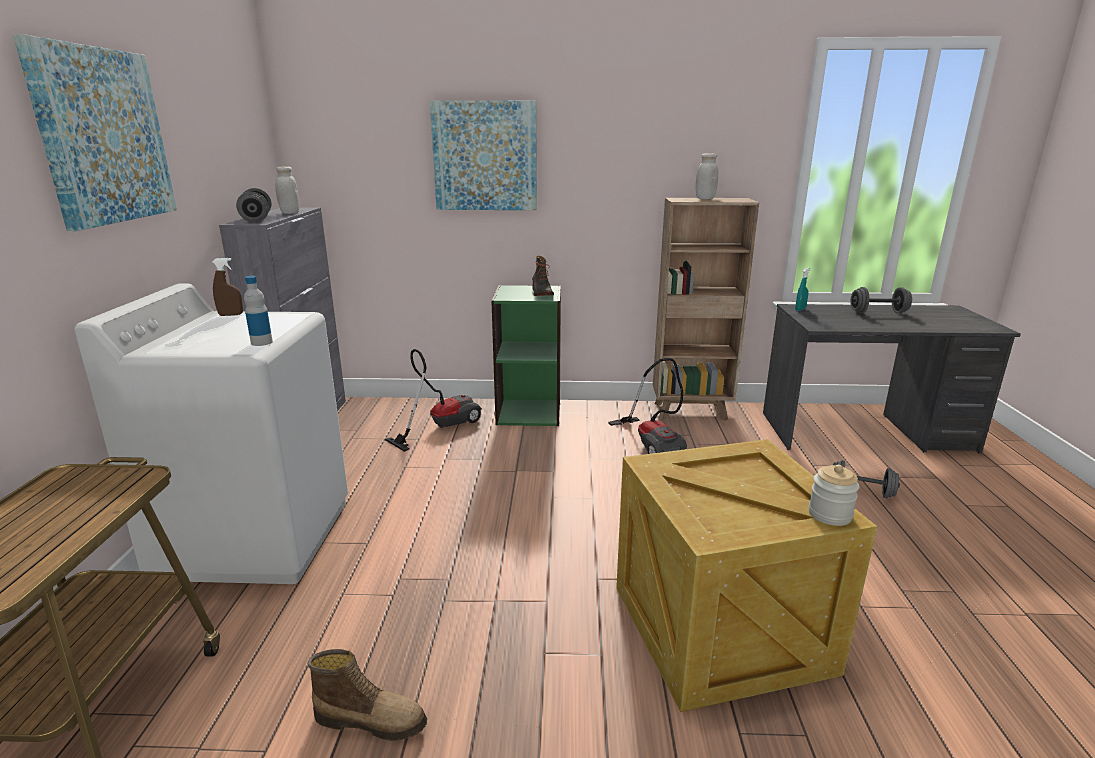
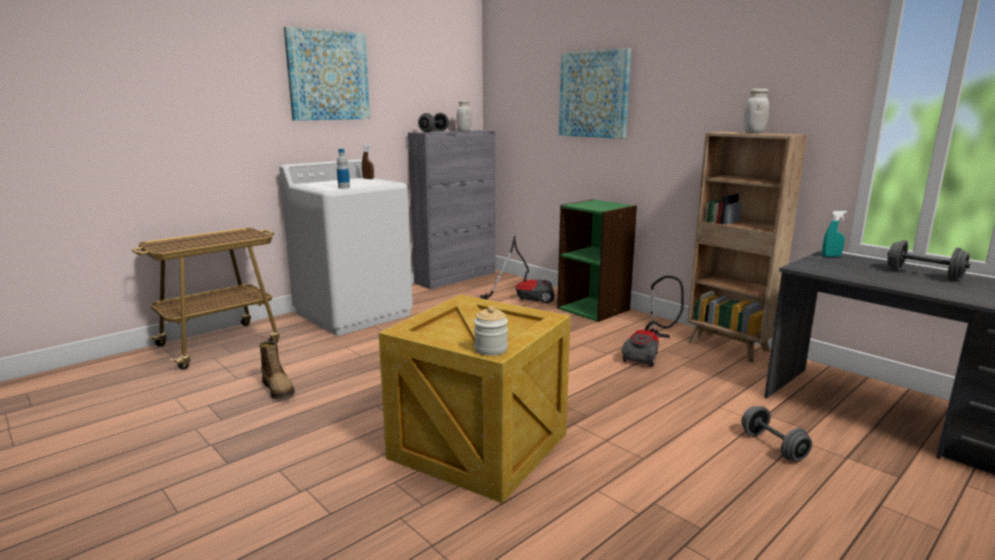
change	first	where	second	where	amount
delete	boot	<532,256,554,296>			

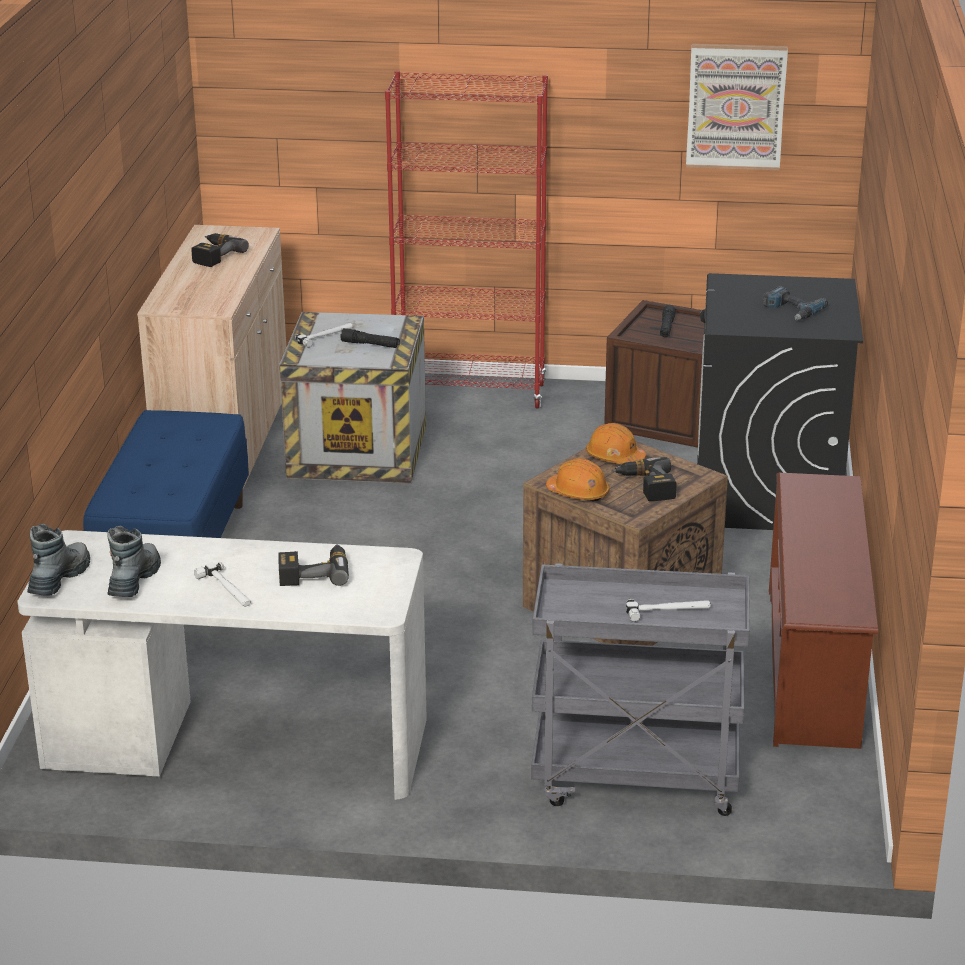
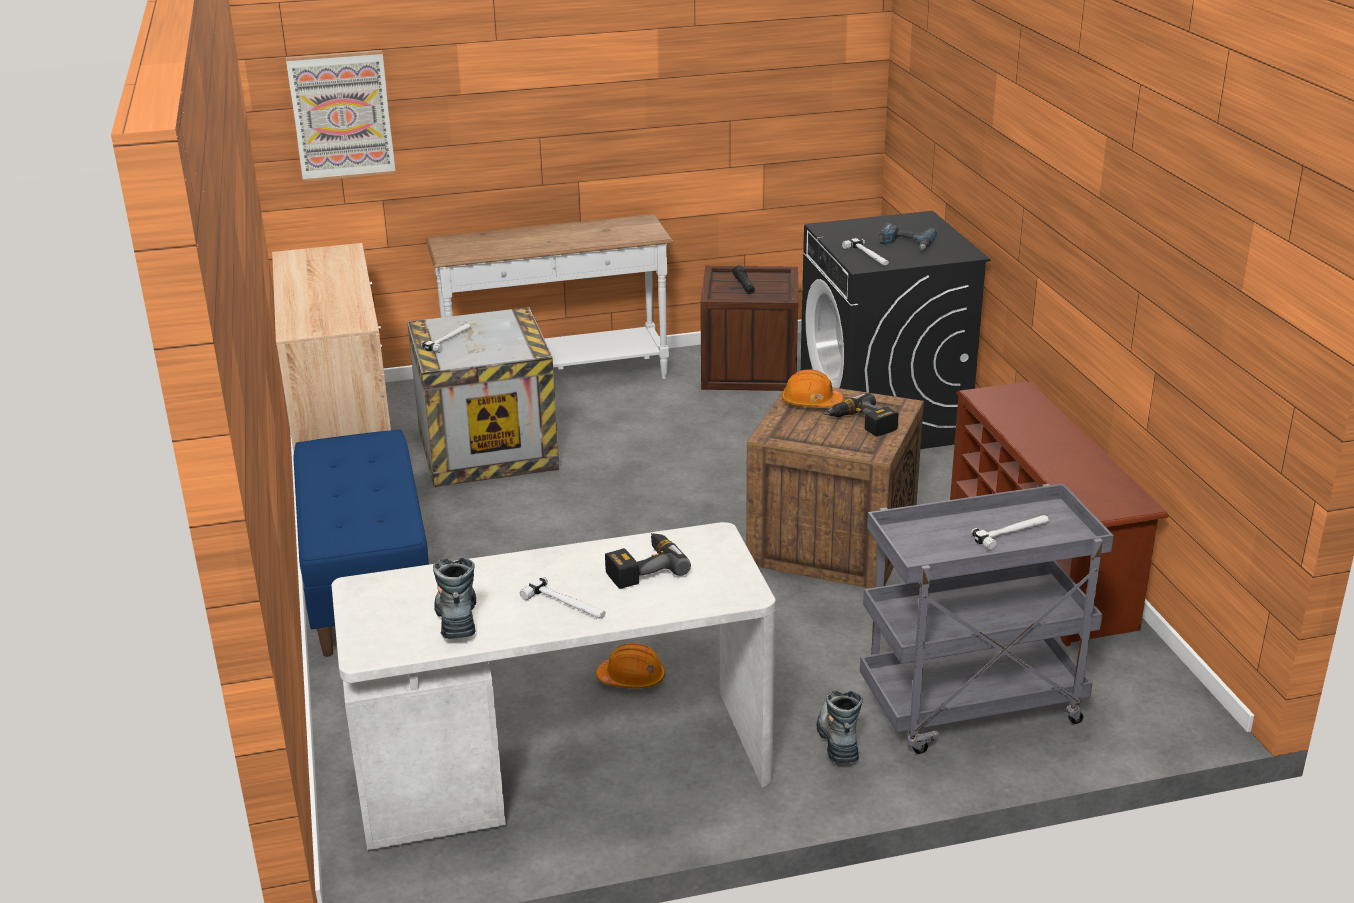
change	first	where	second	where	amount
delete	power drill	<191,233,249,267>			
delete	flashlight in black	<340,328,400,348>			
insert			hammer	<842,238,889,266>	
move	boot	<27,524,90,596>		<817,690,863,763>	
move	hard hat in orange	<546,458,610,502>		<596,643,665,688>	
move	picture	<686,44,788,170>		<286,50,395,182>	
replace	bookcase in red	<385,71,548,409>	console table in white	<426,214,674,379>	

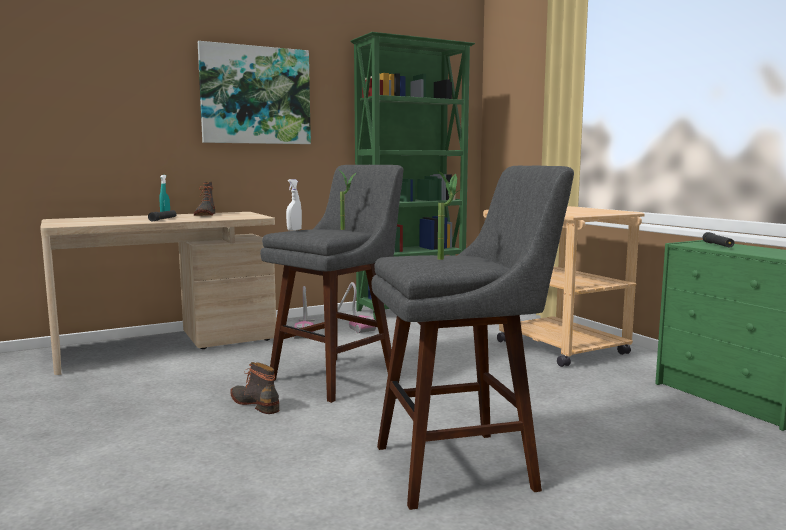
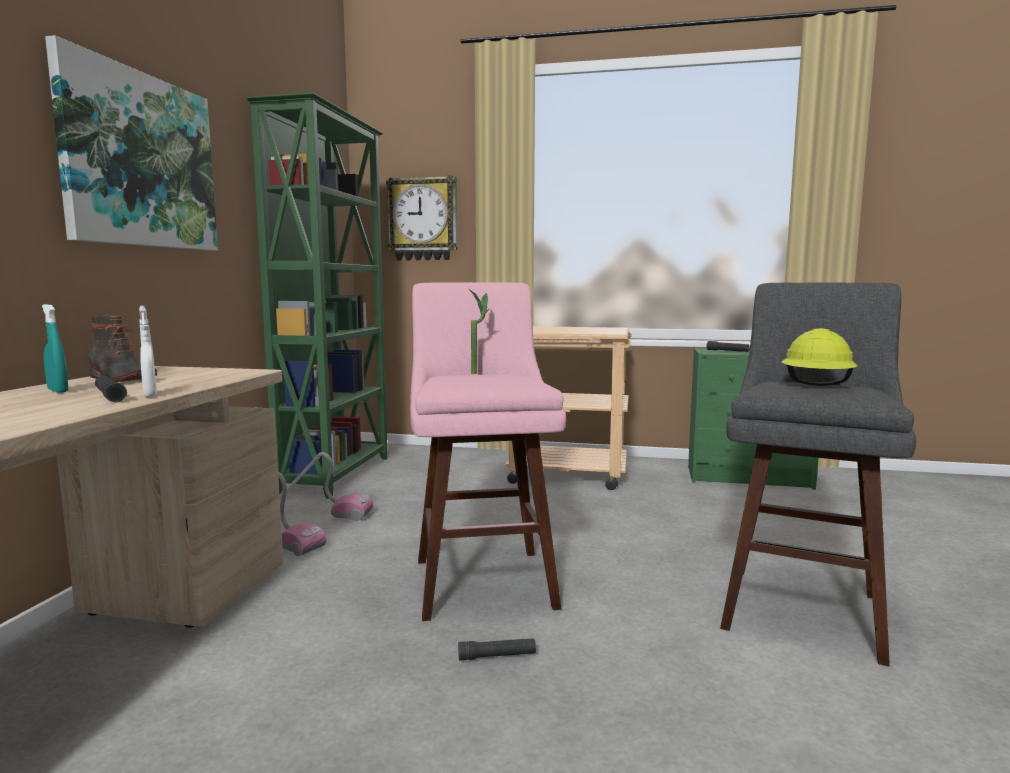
change	first	where	second	where	amount
insert			wall clock	<386,176,458,260>	
move	spray bottle in white	<286,179,302,231>		<139,306,157,397>	
replace	boot	<230,362,279,414>	flashlight in black	<458,638,536,661>	
replace	potted plant	<436,169,462,260>	hard hat in yellow	<781,328,858,386>	
recolor	stool in grey	<260,165,403,403>	stool in pink	<410,282,566,621>	

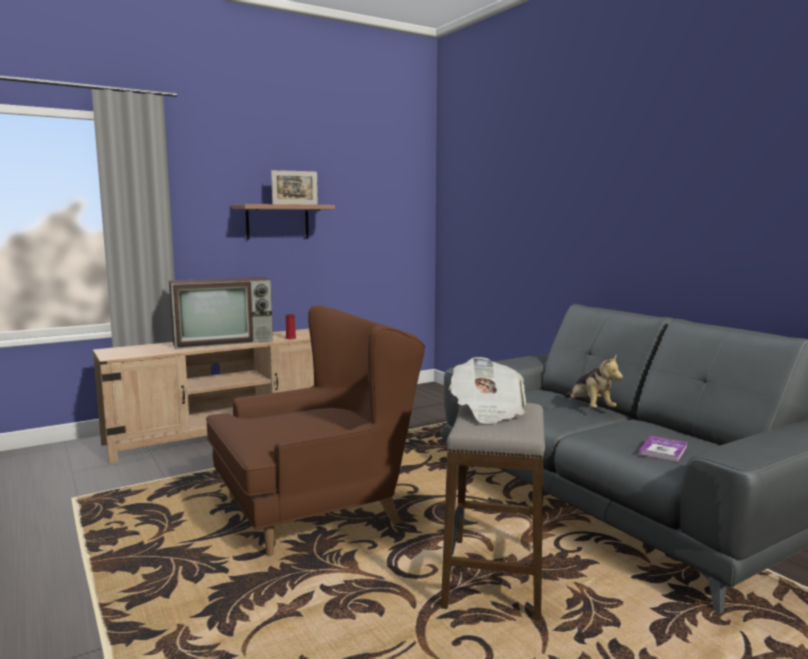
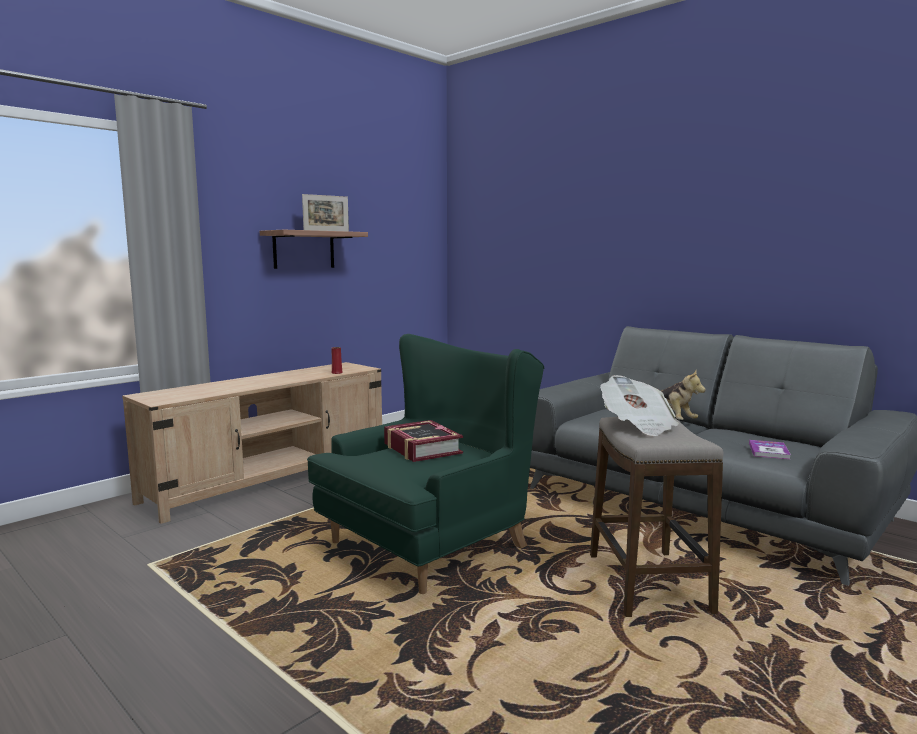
change	first	where	second	where	amount
delete	television	<169,277,273,349>			
insert			book	<384,420,463,462>	
recolor	armchair in brown	<206,305,425,556>	armchair in green	<307,334,544,594>	

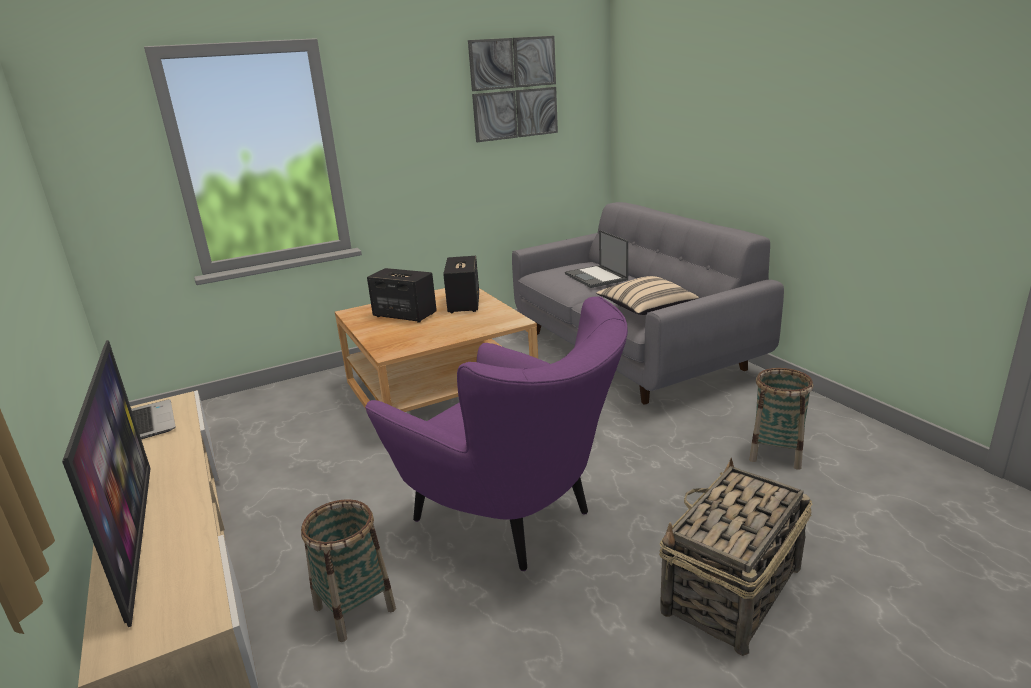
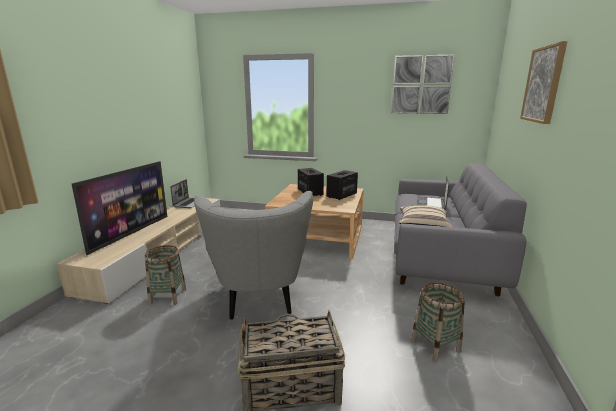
change	first	where	second	where	amount
insert			picture	<520,41,567,124>	
recolor	armchair in purple	<365,297,628,571>	armchair in grey	<194,191,313,320>	

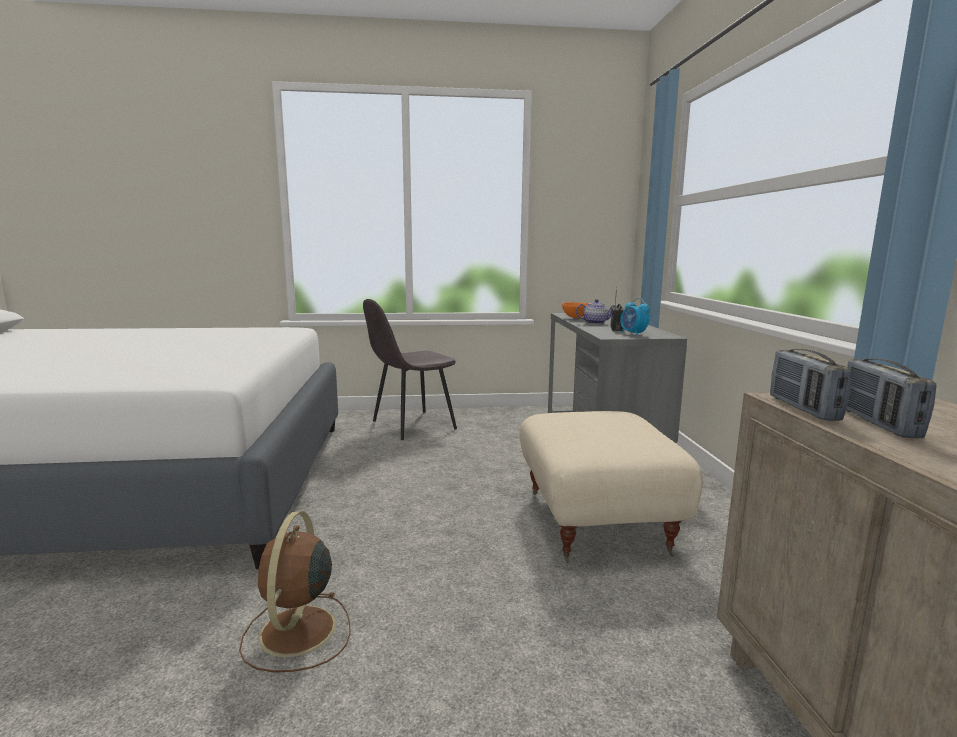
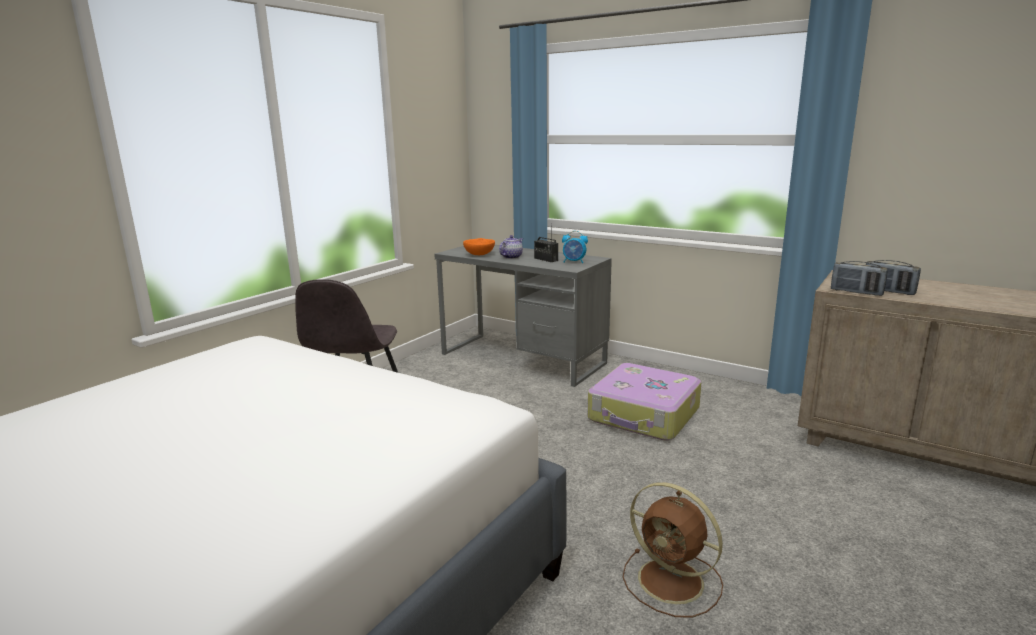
change	first	where	second	where	amount
replace	ottoman in beige	<519,411,703,563>	suitcase	<588,363,701,440>	

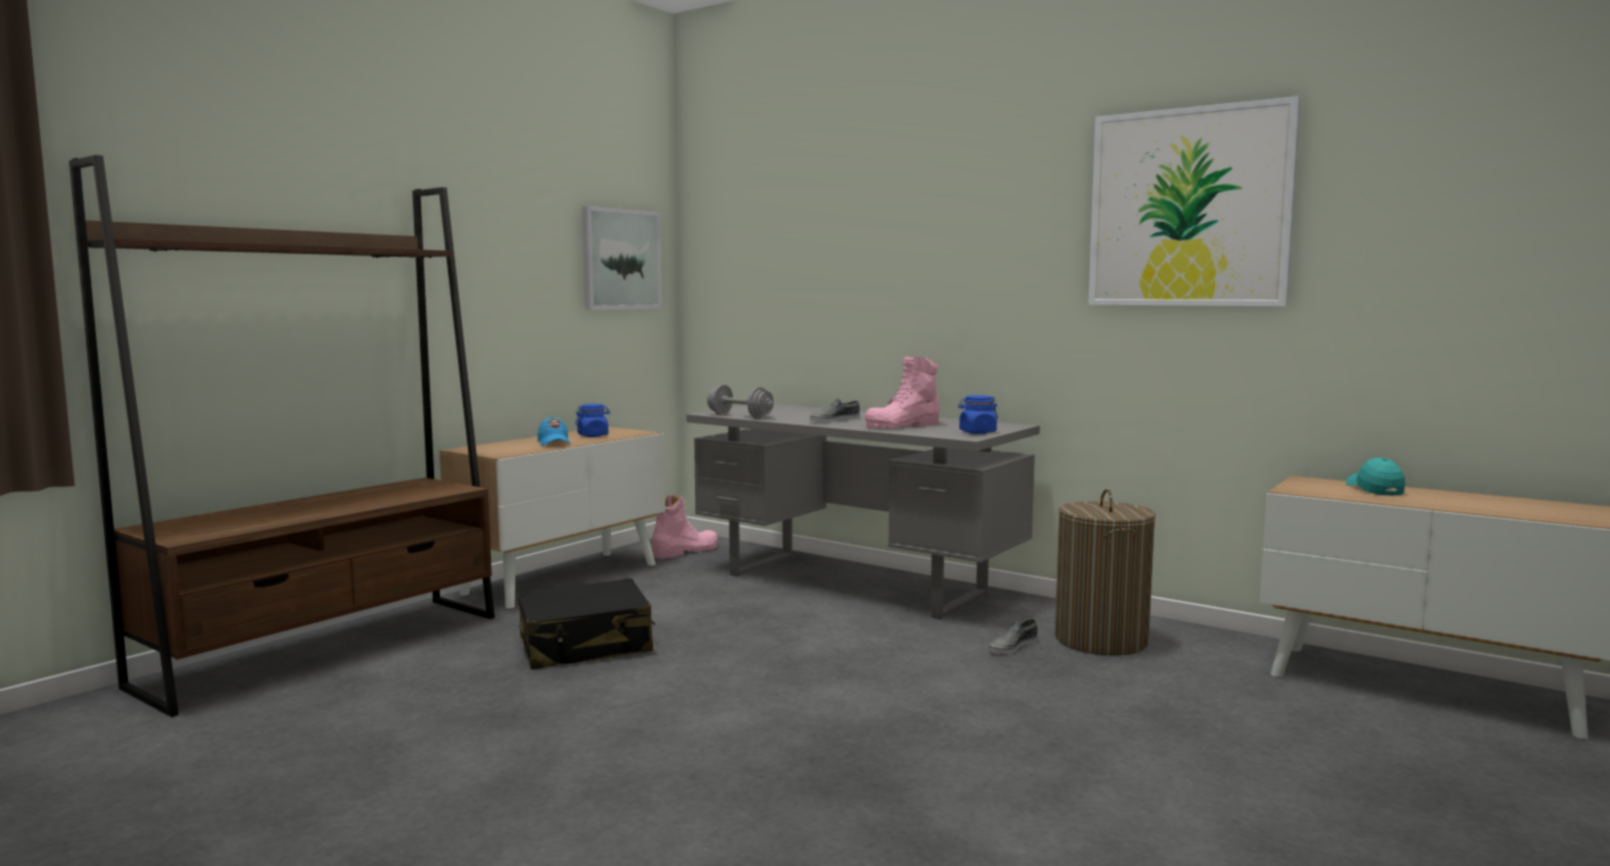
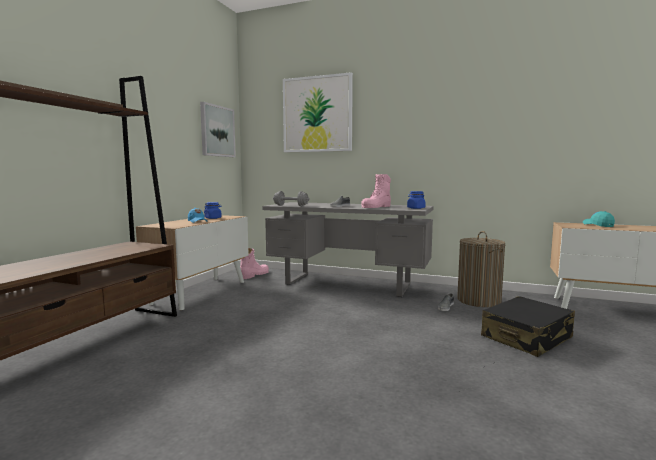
change	first	where	second	where	amount
move	suitcase in black	<518,578,655,670>		<481,296,575,357>	
move	picture	<1088,96,1301,306>		<283,72,353,152>	

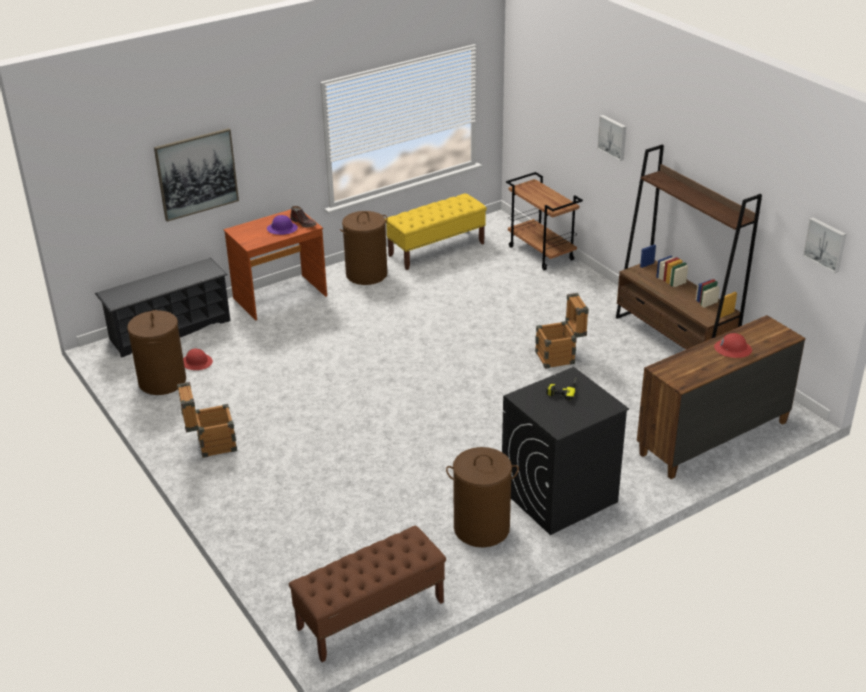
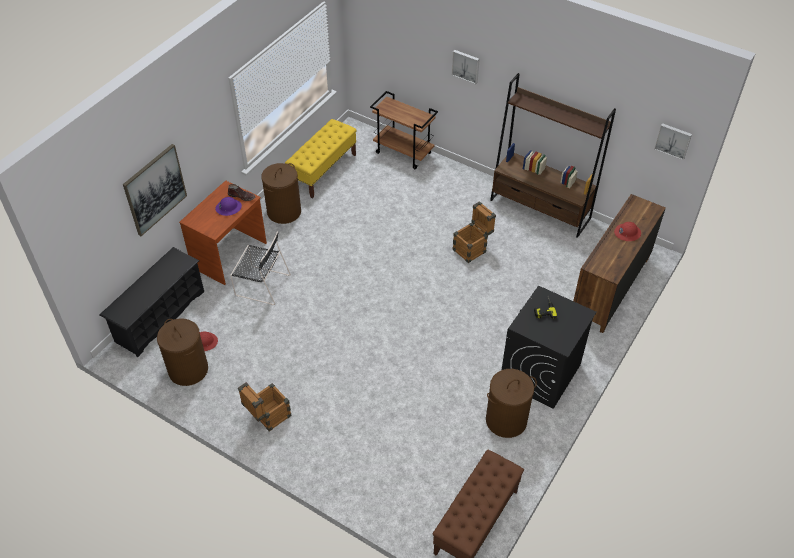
change	first	where	second	where	amount
insert			chair in black	<230,231,291,305>	

